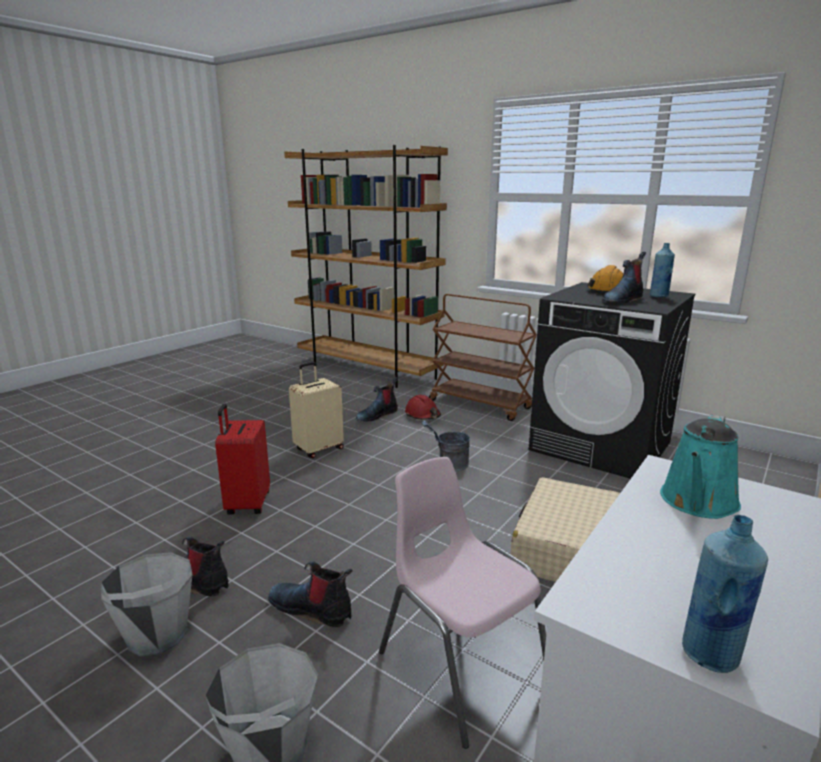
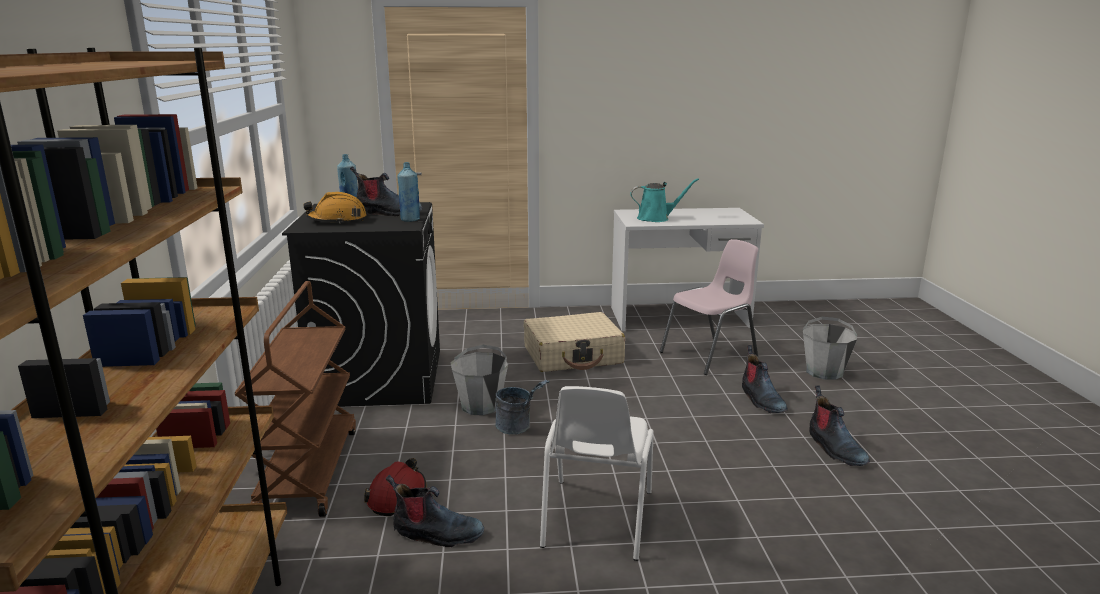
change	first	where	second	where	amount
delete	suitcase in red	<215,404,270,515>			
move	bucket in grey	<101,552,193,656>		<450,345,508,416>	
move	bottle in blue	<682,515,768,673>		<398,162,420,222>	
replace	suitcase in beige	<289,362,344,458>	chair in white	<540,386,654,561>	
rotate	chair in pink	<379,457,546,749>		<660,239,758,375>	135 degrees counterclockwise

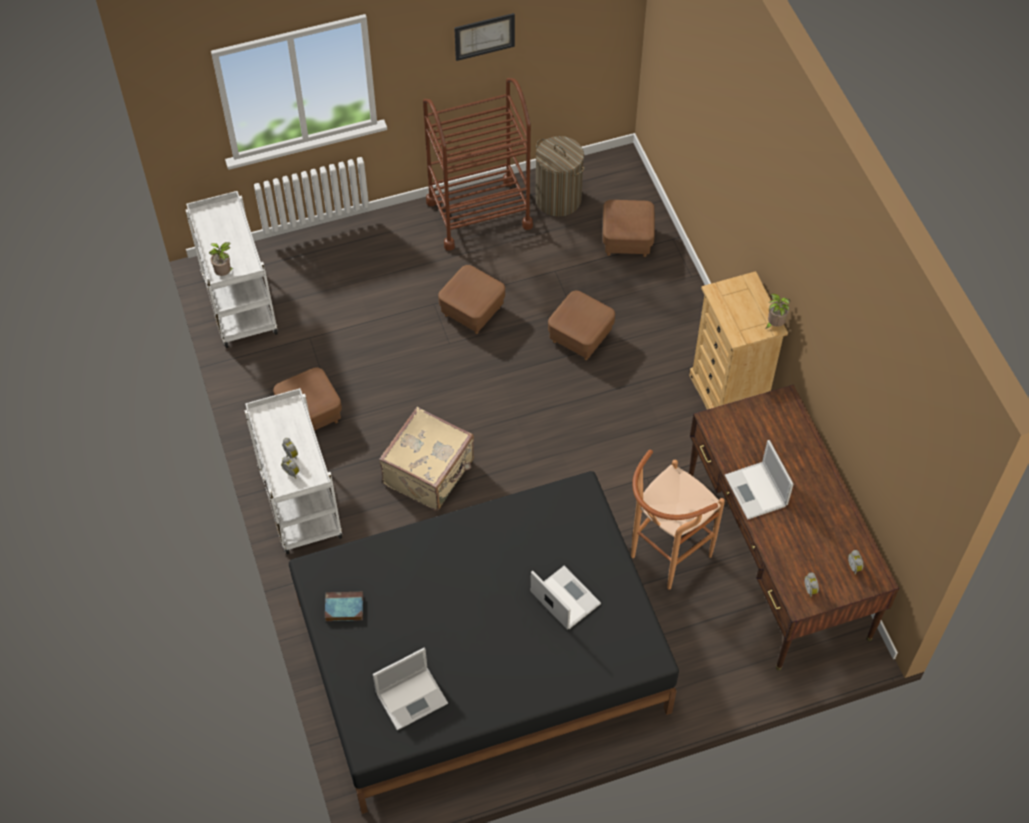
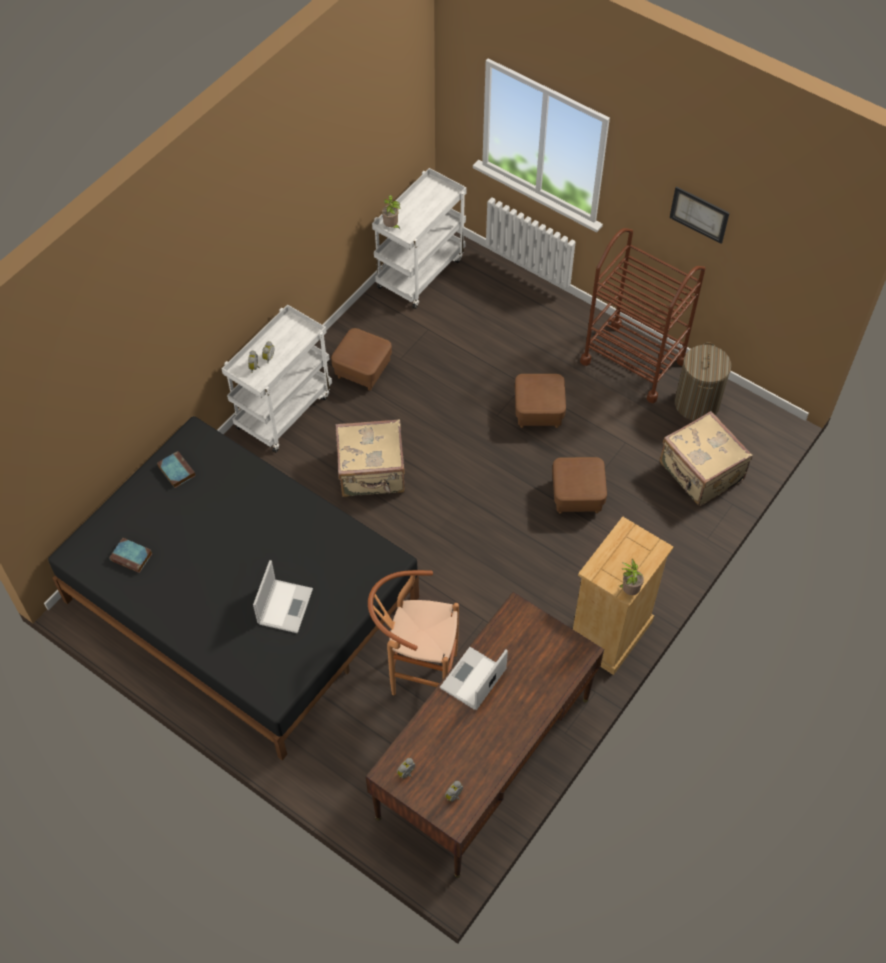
change	first	where	second	where	amount
replace	laptop	<373,648,448,730>	book	<109,538,153,573>	
replace	ottoman in brown	<603,200,655,257>	suitcase in beige	<660,411,752,506>	

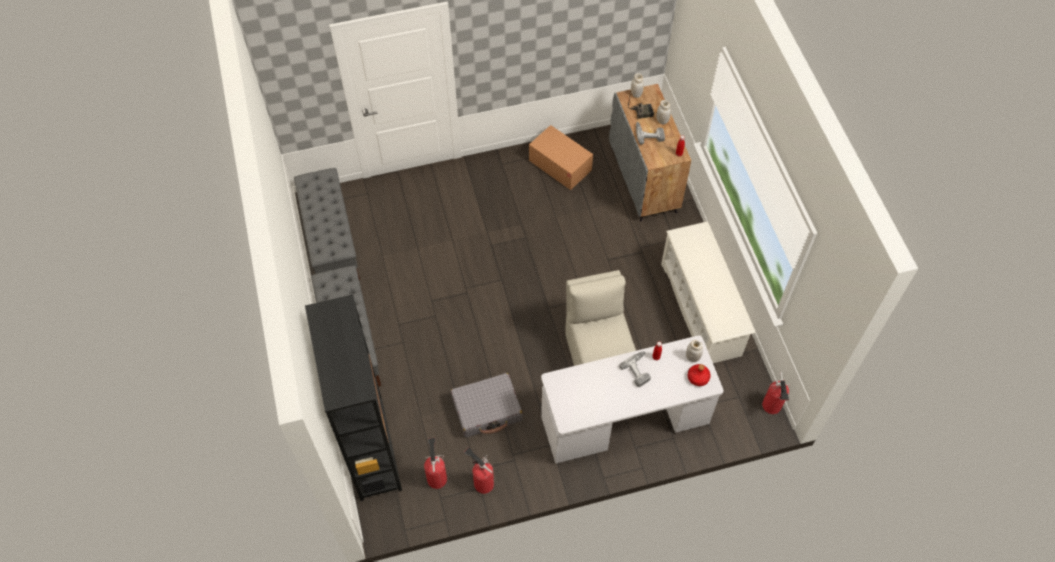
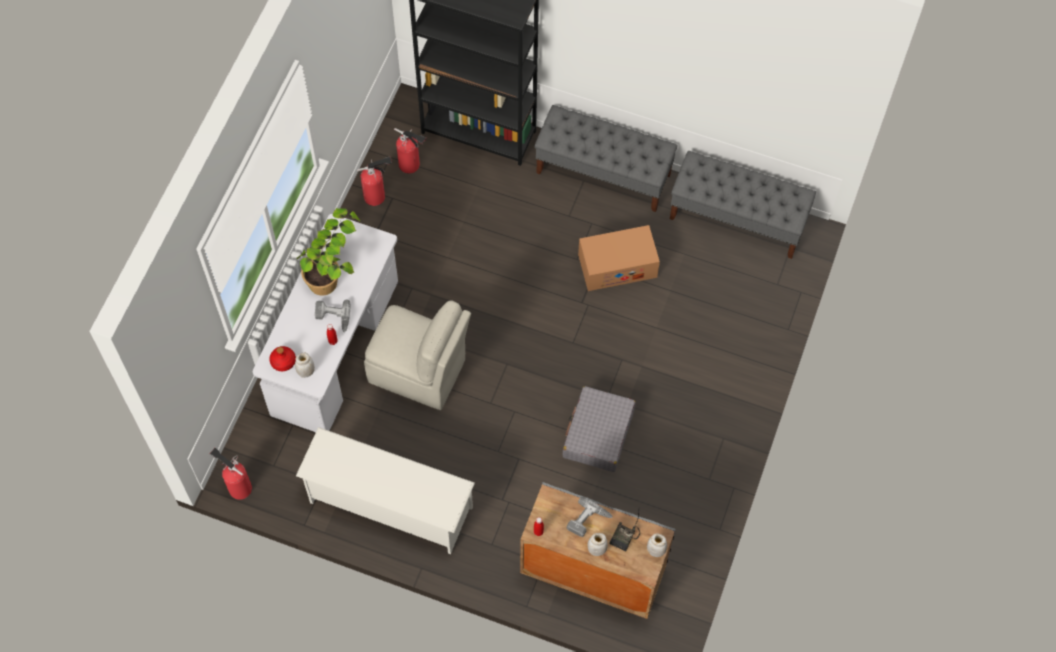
change	first	where	second	where	amount
insert			potted plant	<296,208,360,296>	
move	suitcase in grey	<451,373,523,438>		<563,386,636,472>	
move	cardboard box	<529,125,593,190>		<578,225,660,291>	

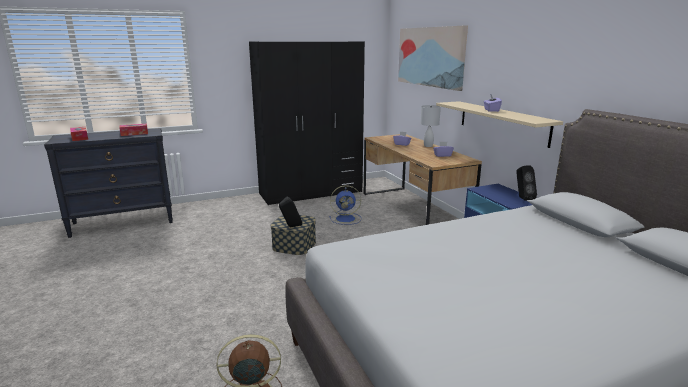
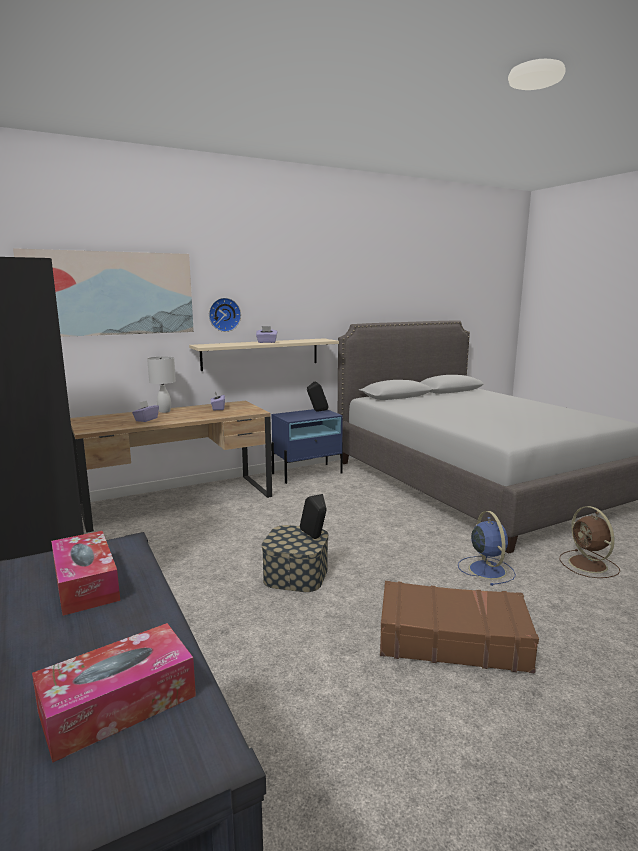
change	first	where	second	where	amount
insert			wall clock	<209,298,241,332>	
insert			suitcase in brown	<380,581,539,673>	
move	fan in blue	<329,185,361,225>		<458,511,516,586>	

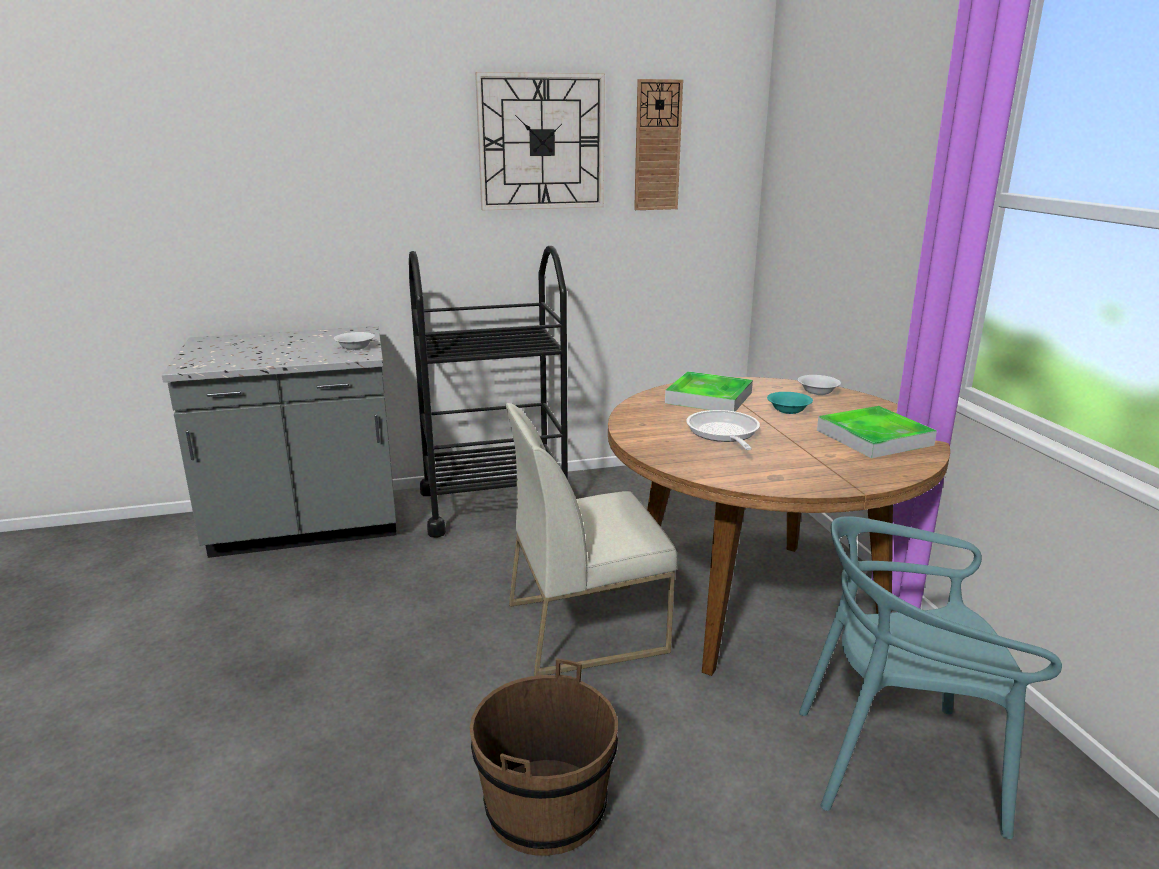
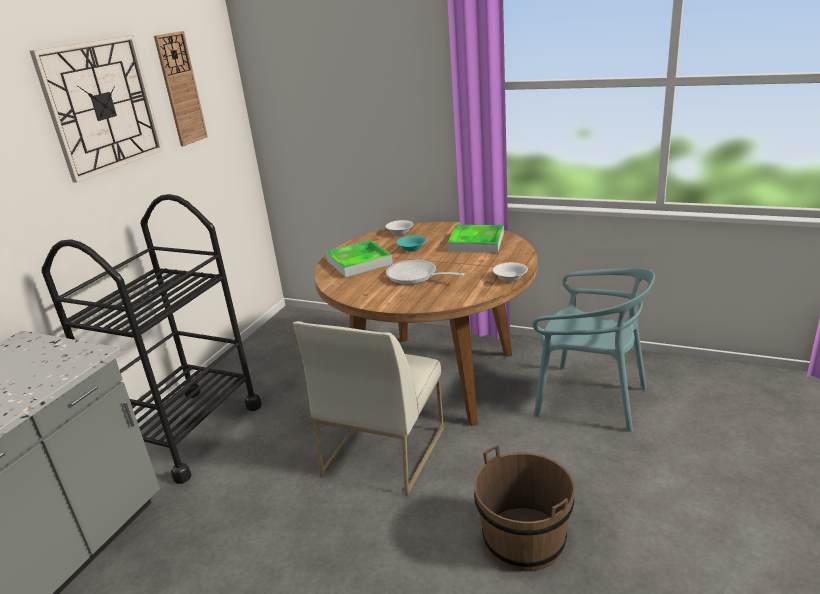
change	first	where	second	where	amount
move	bowl in white	<334,332,375,350>		<493,262,528,282>	
rotate	chair in turquoise	<799,516,1062,839>		<532,268,655,432>	105 degrees counterclockwise

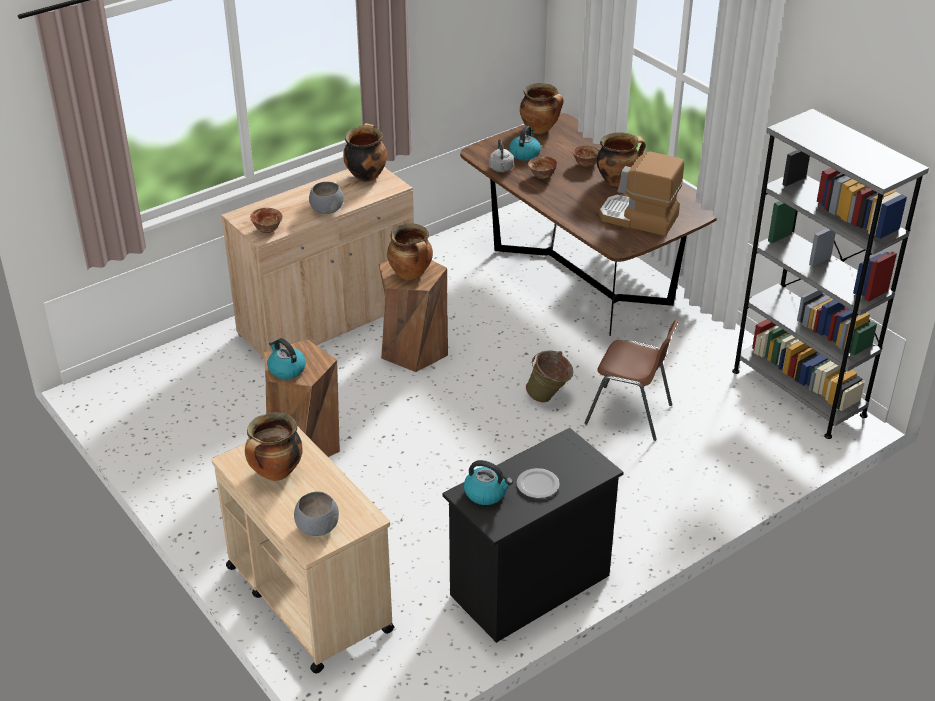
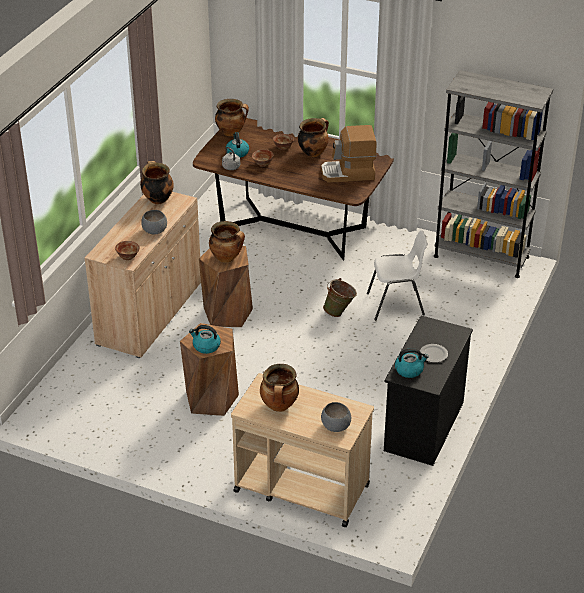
change	first	where	second	where	amount
recolor	chair in brown	<585,319,679,441>	chair in white	<367,230,427,321>	

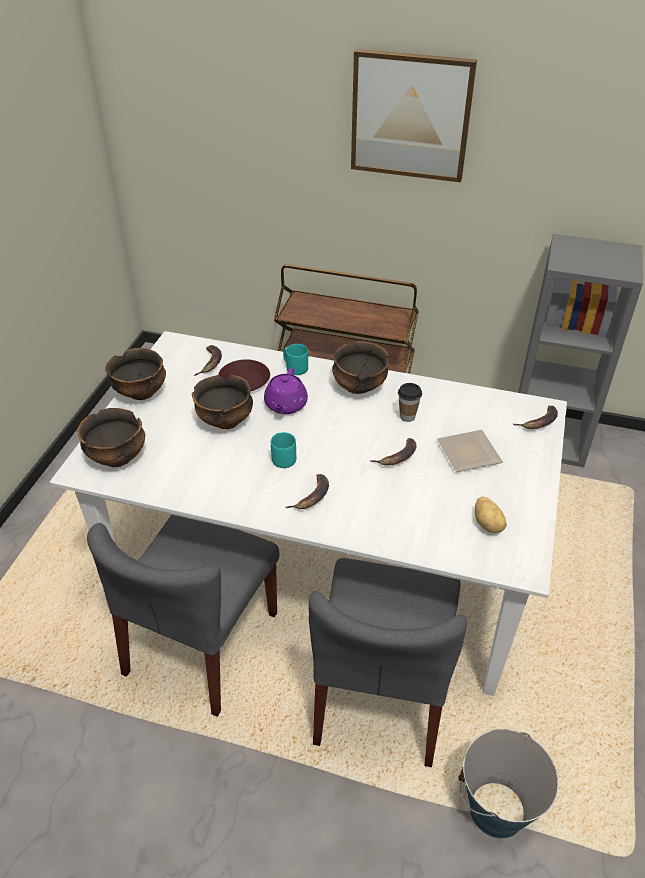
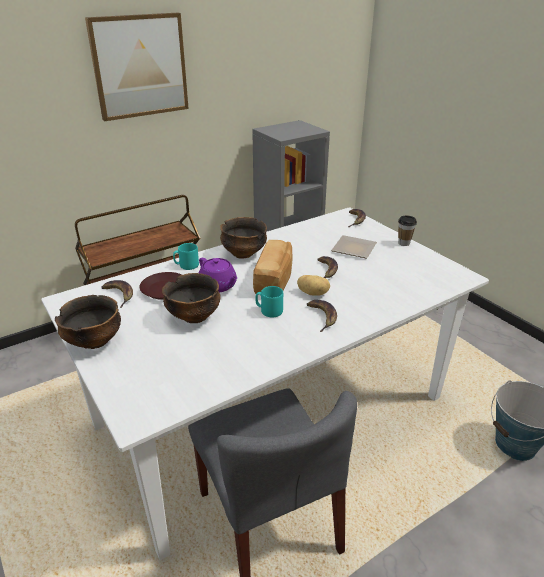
change	first	where	second	where	amount
delete	bowl	<77,408,145,467>			
delete	chair in grey	<309,558,467,767>			
insert			bread	<253,240,292,294>	
move	cup	<398,383,422,422>		<398,216,417,246>	
move	potato	<475,497,507,533>		<297,275,330,296>	

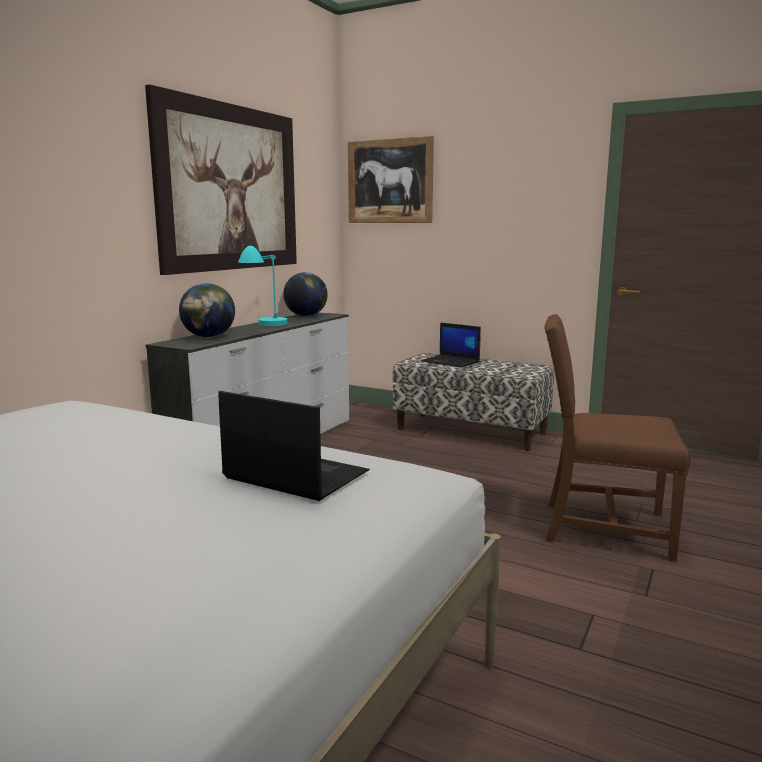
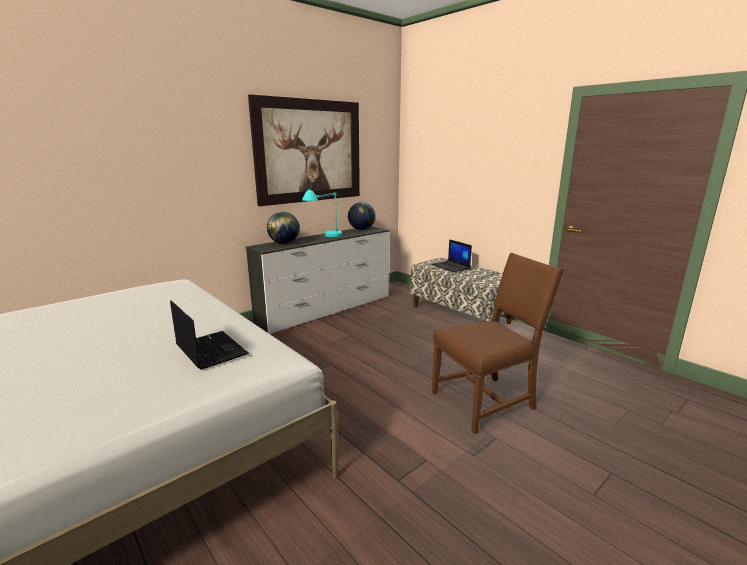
change	first	where	second	where	amount
delete	picture	<348,136,434,223>			
rotate	chair in brown	<545,314,691,562>		<432,253,564,434>	120 degrees clockwise

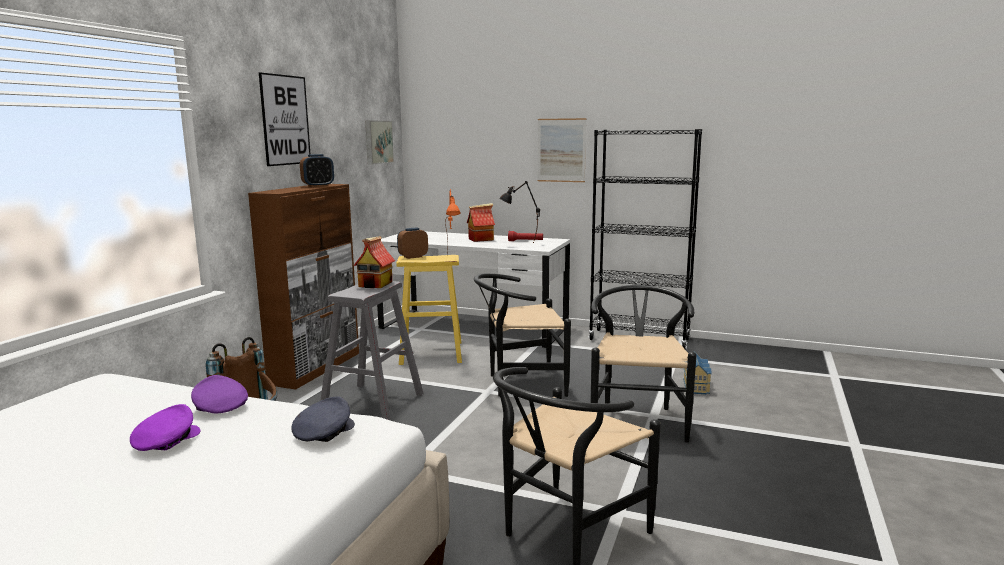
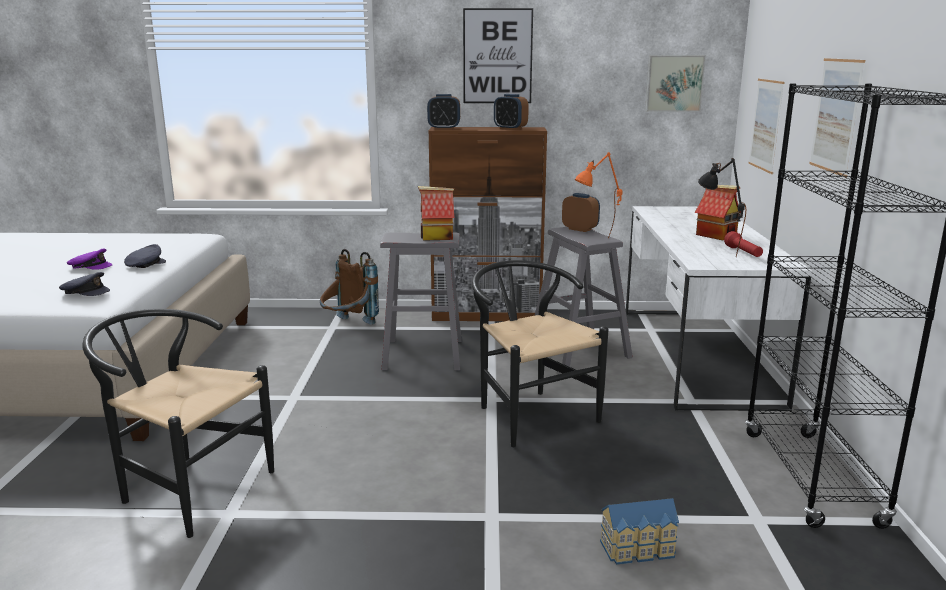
change	first	where	second	where	amount
delete	chair in black	<591,285,696,443>			
insert			alarm clock	<427,94,460,130>	
insert			picture	<748,79,784,174>	
recolor	cap in purple	<191,375,248,414>	cap in grey	<124,244,166,268>	
recolor	stool in yellow	<396,255,462,365>	stool in grey	<534,227,633,367>	

